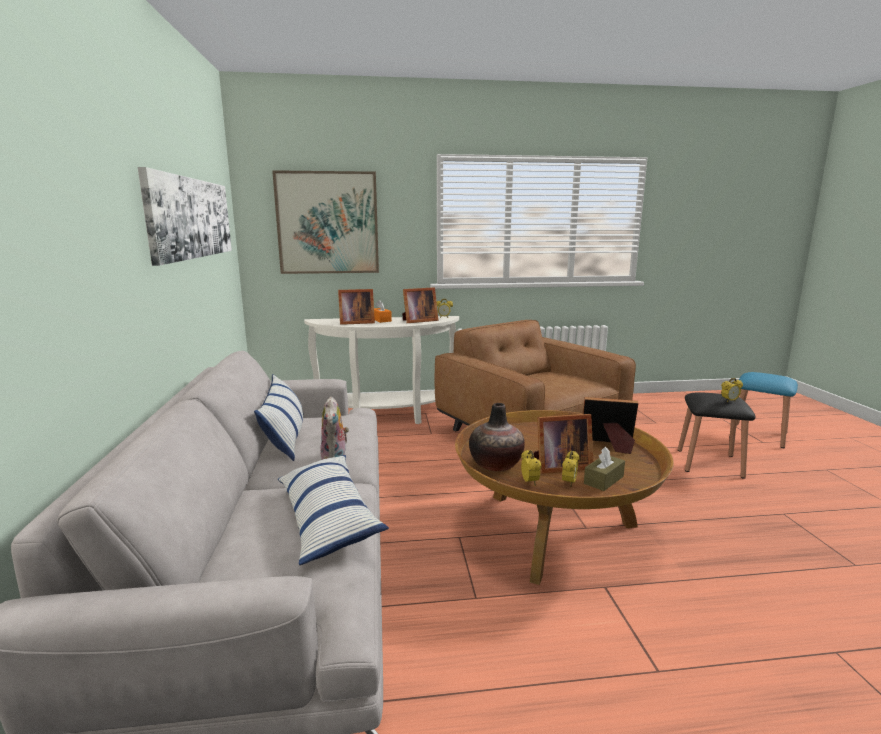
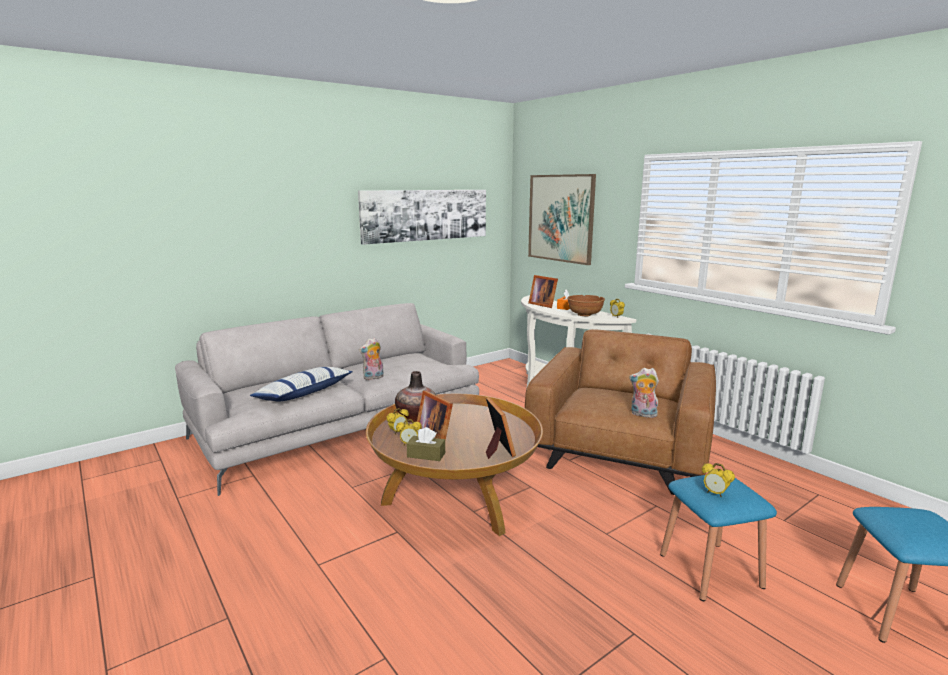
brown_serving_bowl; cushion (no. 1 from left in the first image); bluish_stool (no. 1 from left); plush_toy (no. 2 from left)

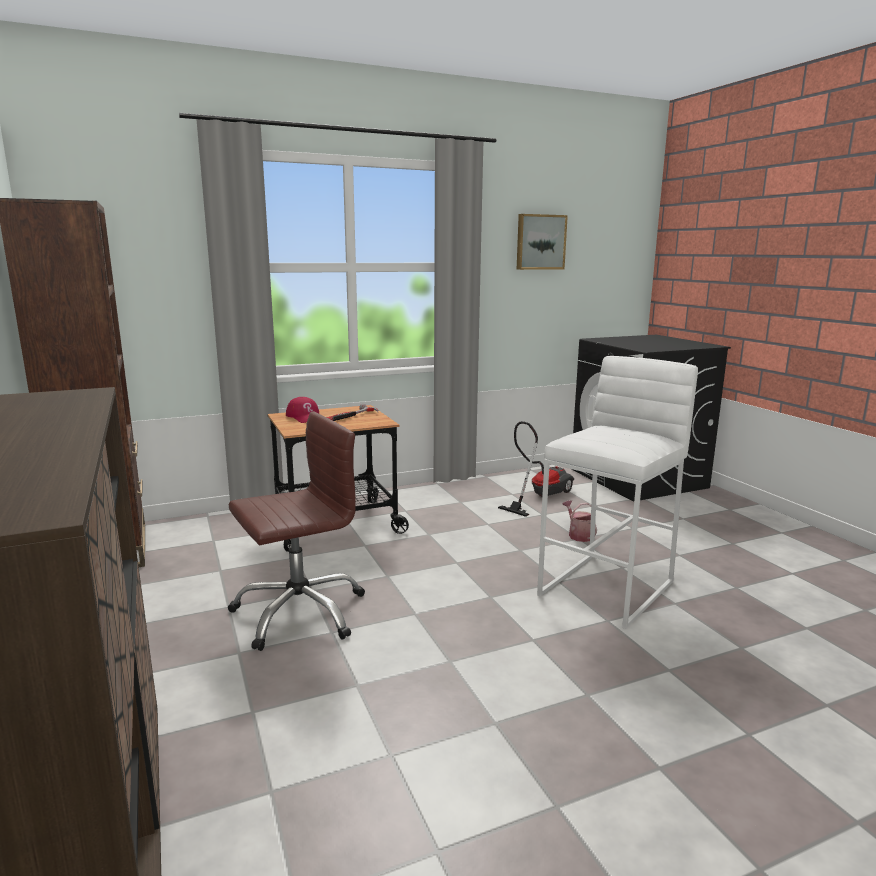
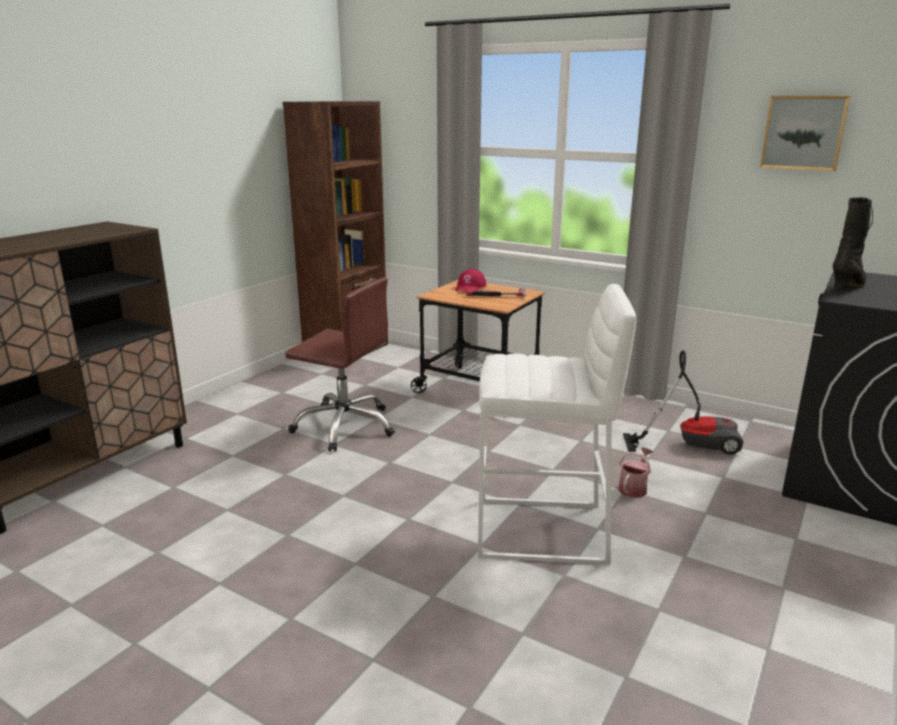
blackish_tall_boot

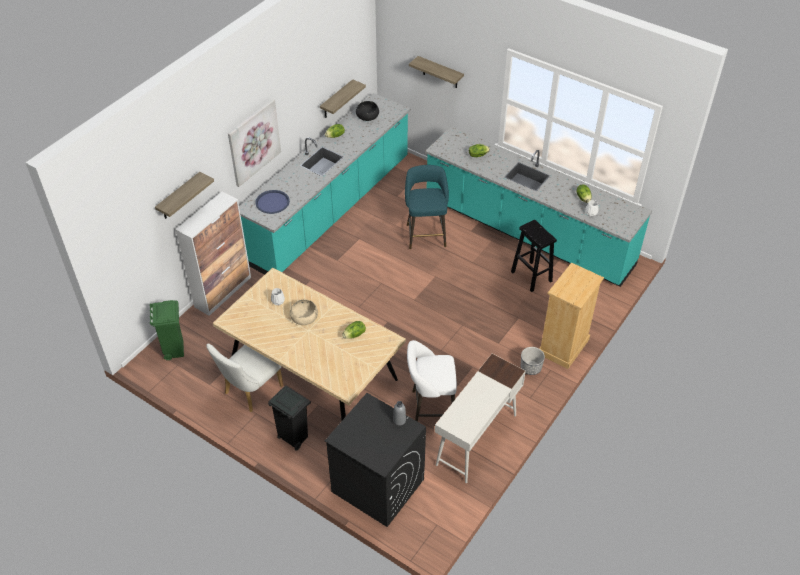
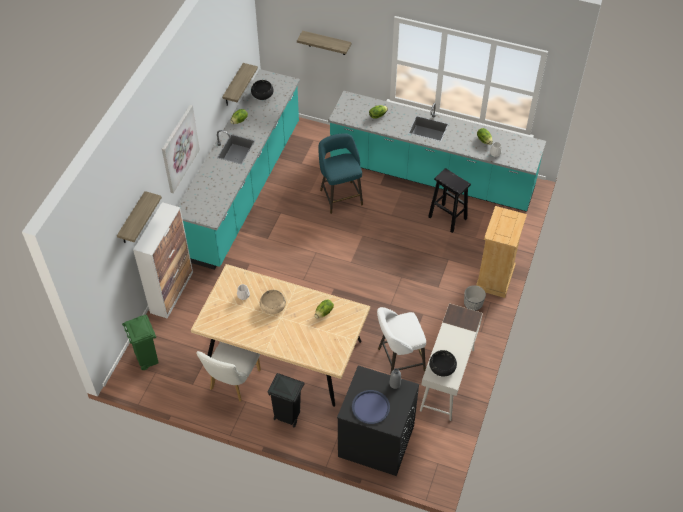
bluish_serving_tray; blackish_serving_bowl (no. 2 from left)

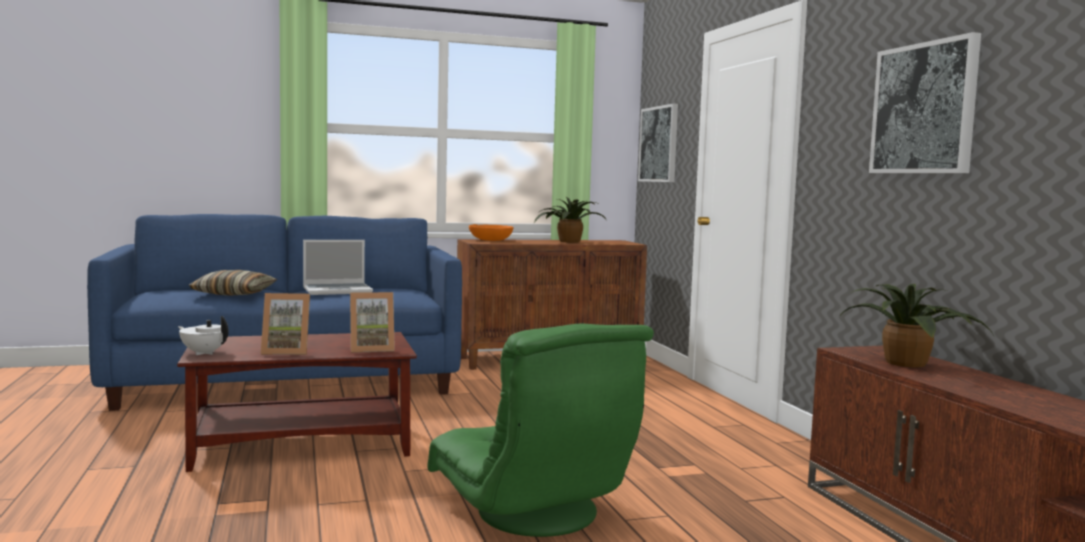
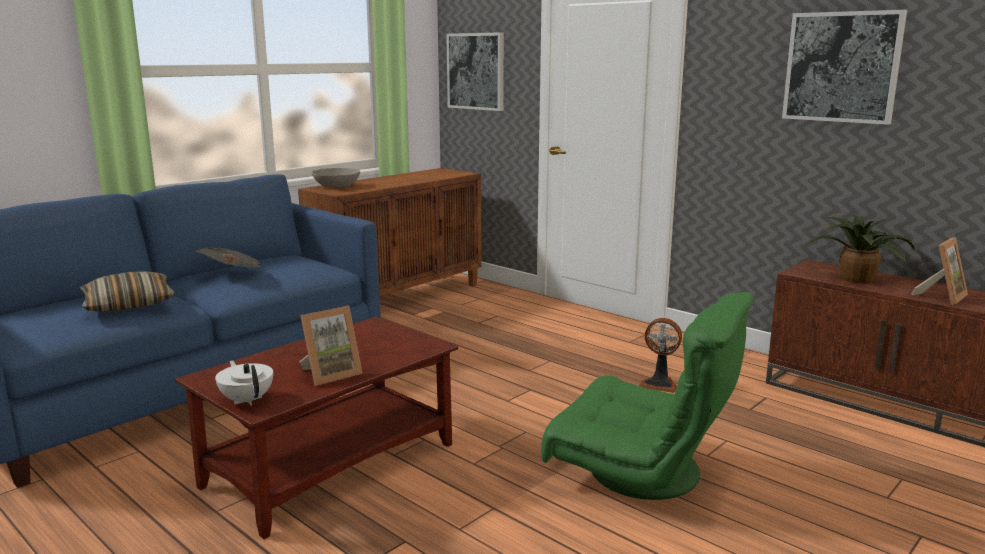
potted_plant (no. 1 from left in the first image); greyish_serving_bowl; printed_paper; standing_frame (no. 2 from left); whitish_tea_pot; cooling_fan

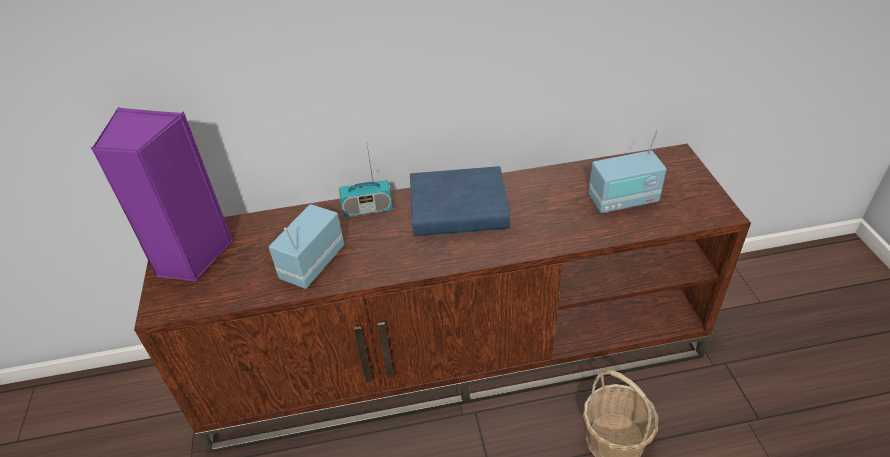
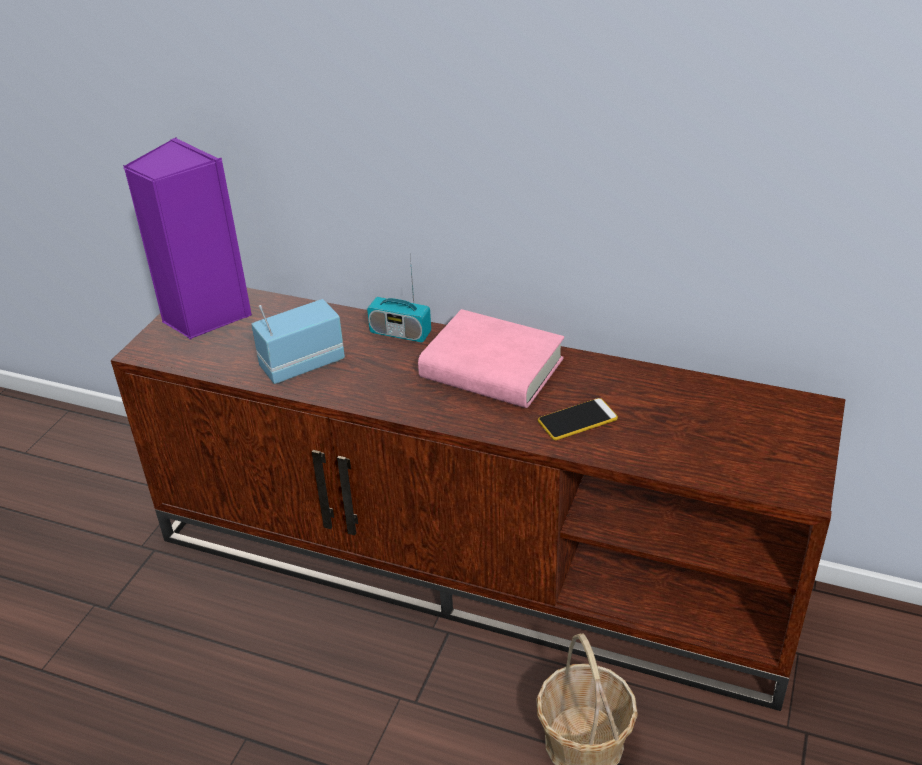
radio_set (no. 3 from left in the first image); pinkish_volume; phone

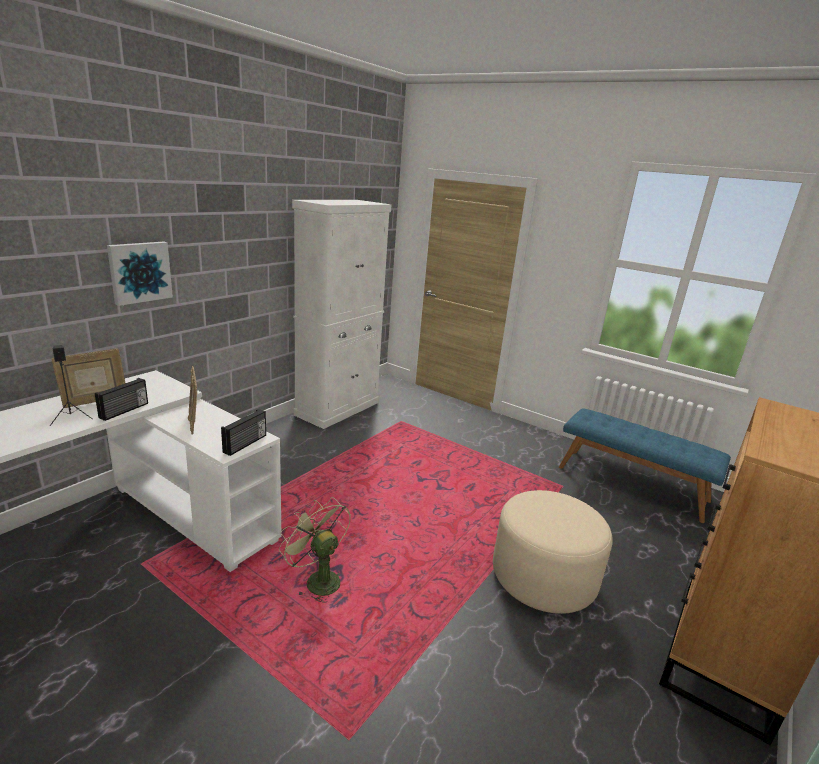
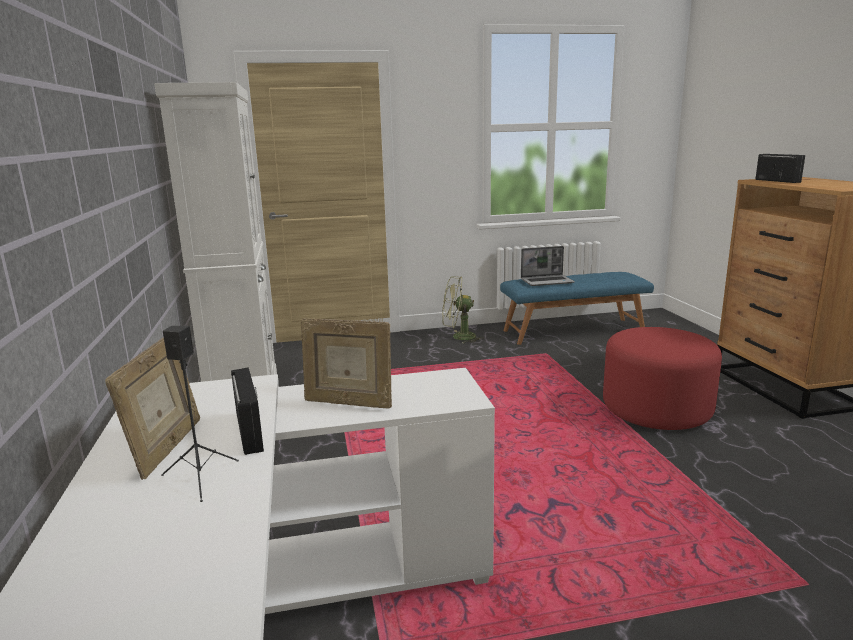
picture; radio_set (no. 2 from left); red_footrest; greenish_cooling_fan; portable_computer

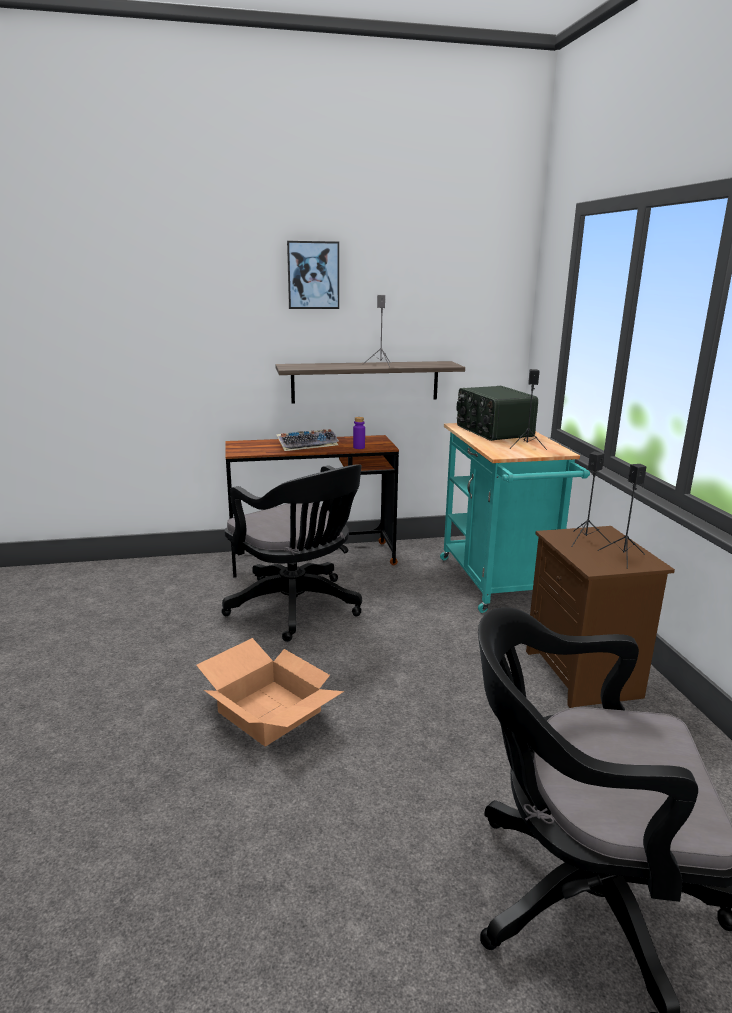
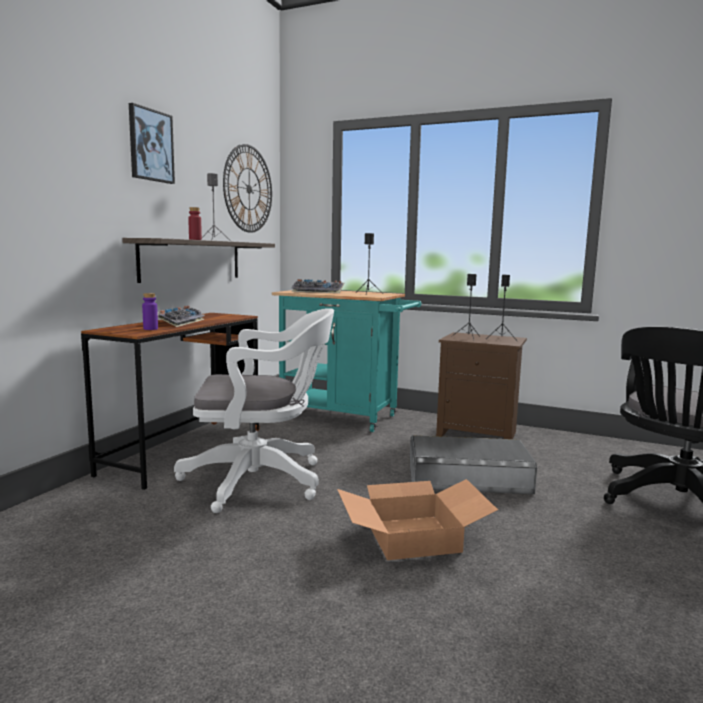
computer_keyboard (no. 2 from left); purple-coloured_drink_bottle; whitish_computer_chair; clock_on_the_wall; red_drink_bottle; greyish_storage_bin

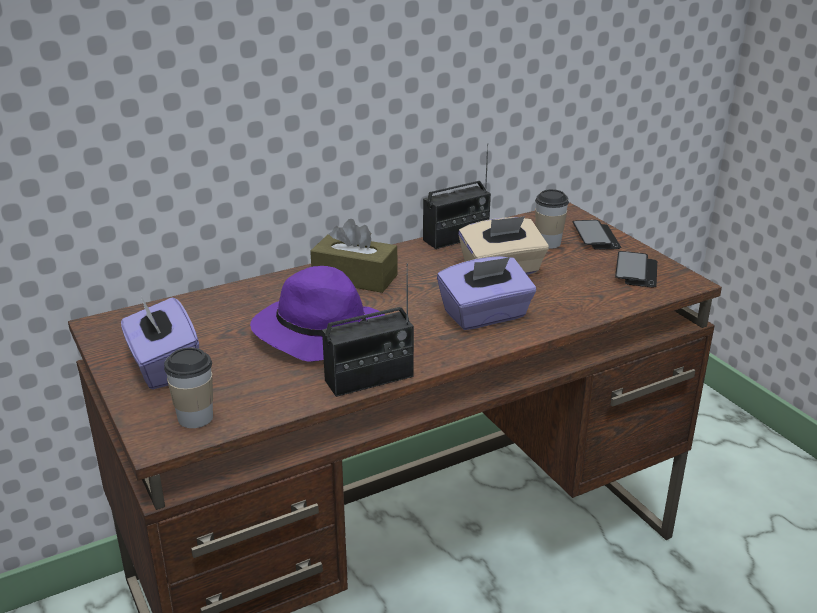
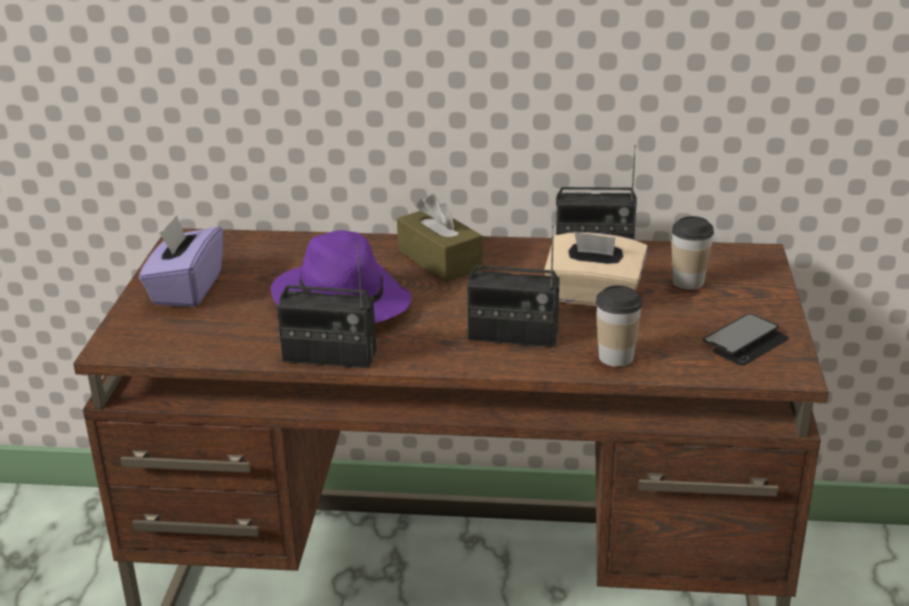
phone (no. 1 from left in the first image); radio_set (no. 2 from left); small_cup (no. 1 from left)

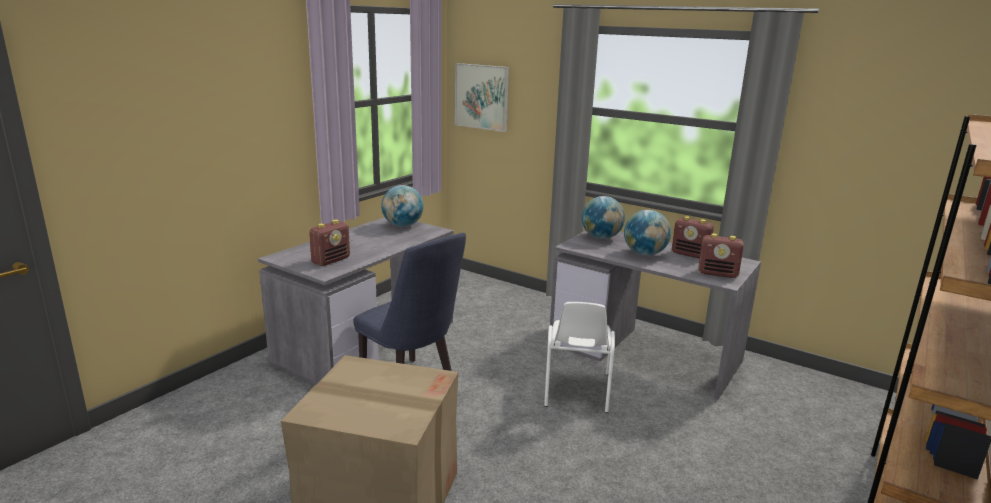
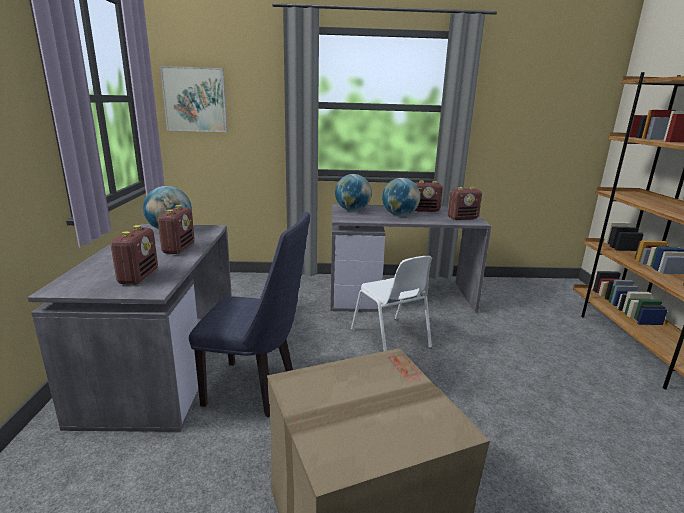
radio_set (no. 2 from left)

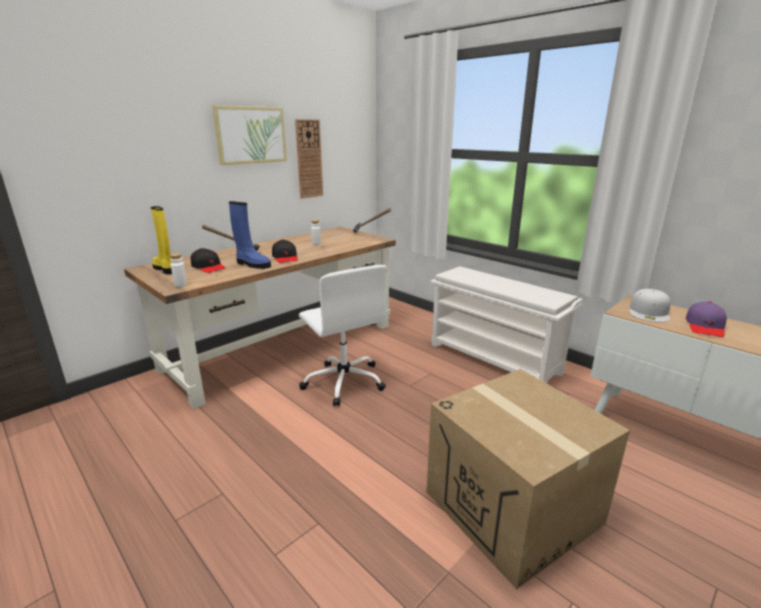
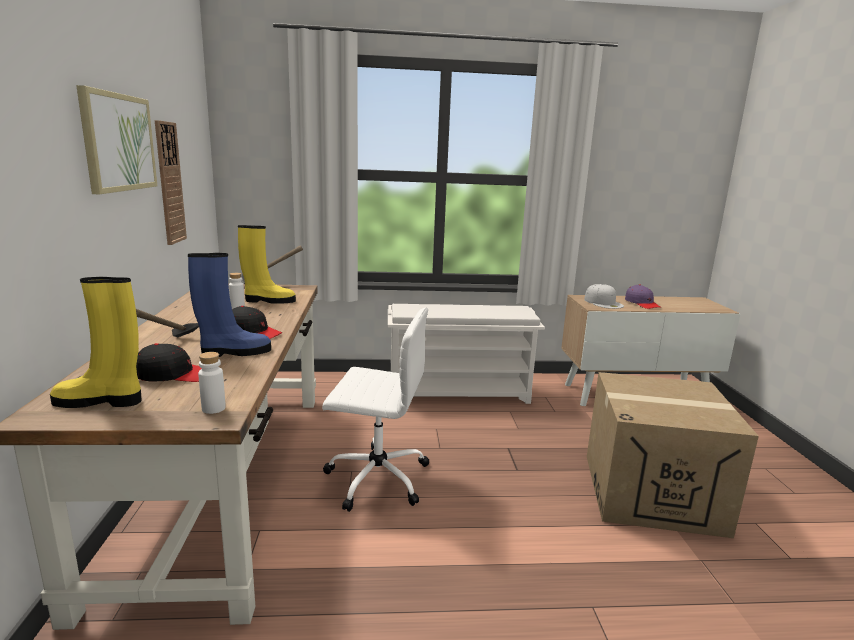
yellow_tall_boot (no. 2 from left)

